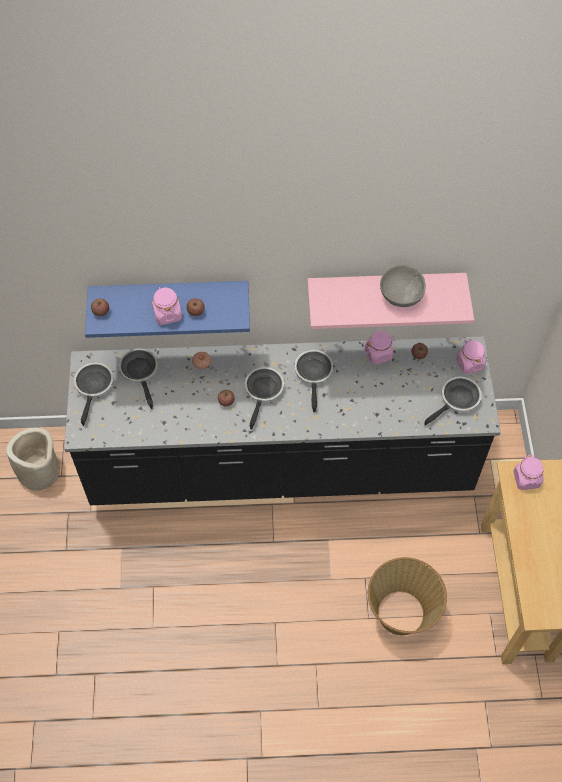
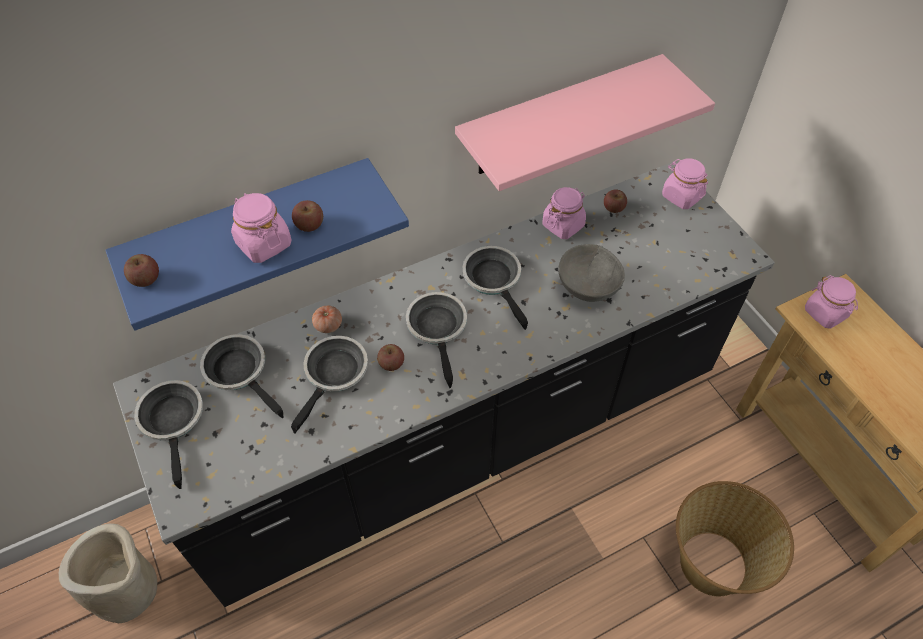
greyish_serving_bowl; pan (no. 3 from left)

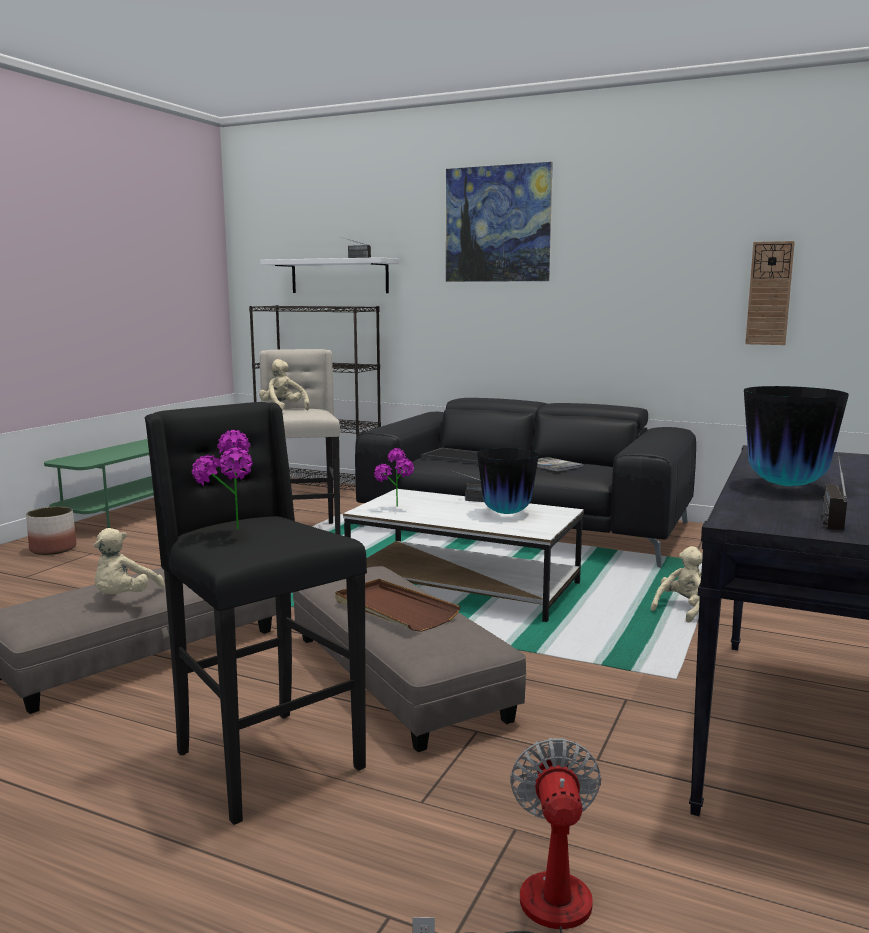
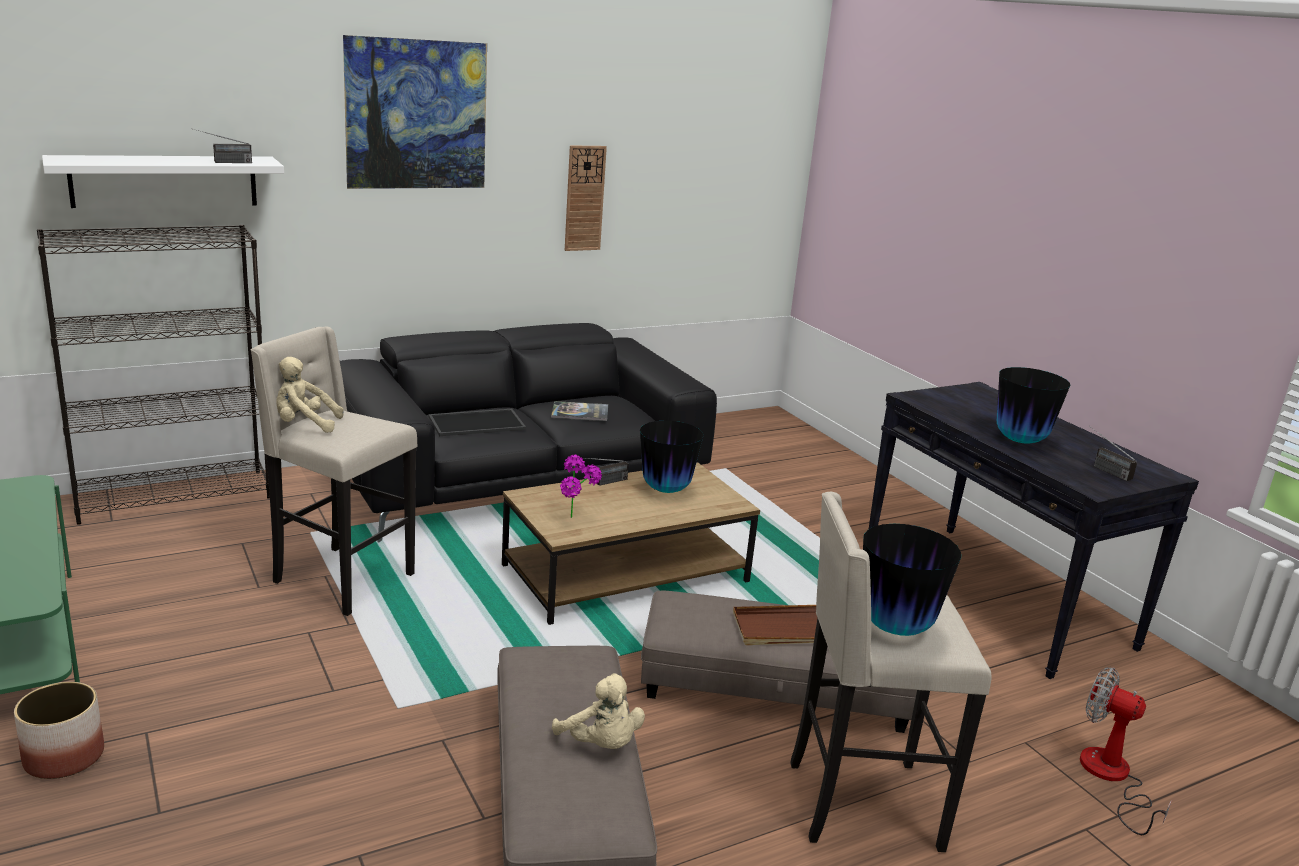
clock_on_the_wall; beige-coloured_stool (no. 2 from left); flower_vase (no. 2 from left); brown_lounge_table; beige-coloured_plush_toy (no. 3 from left in the first image)

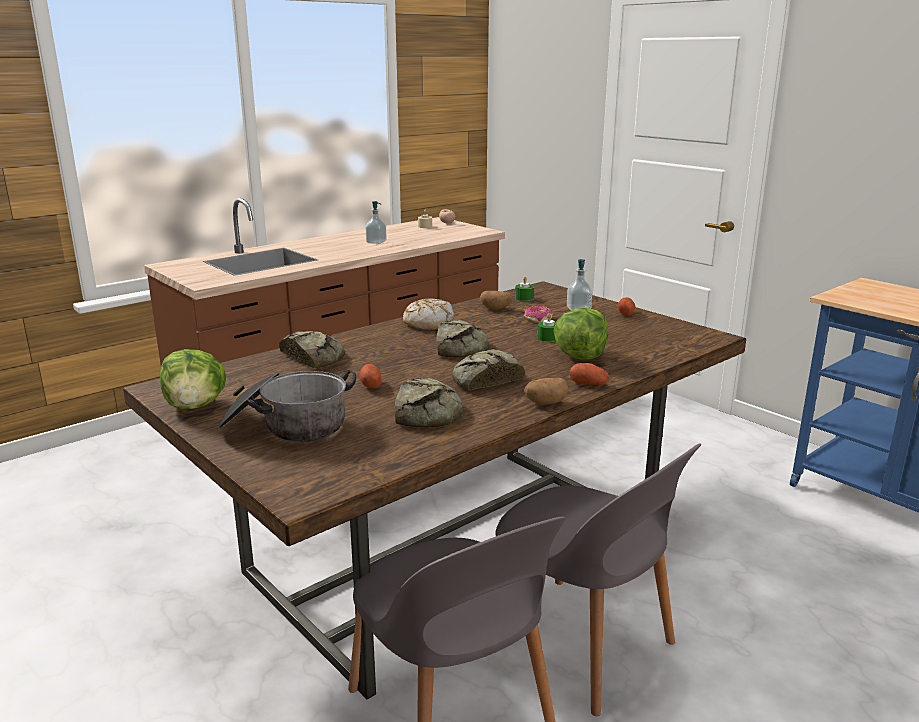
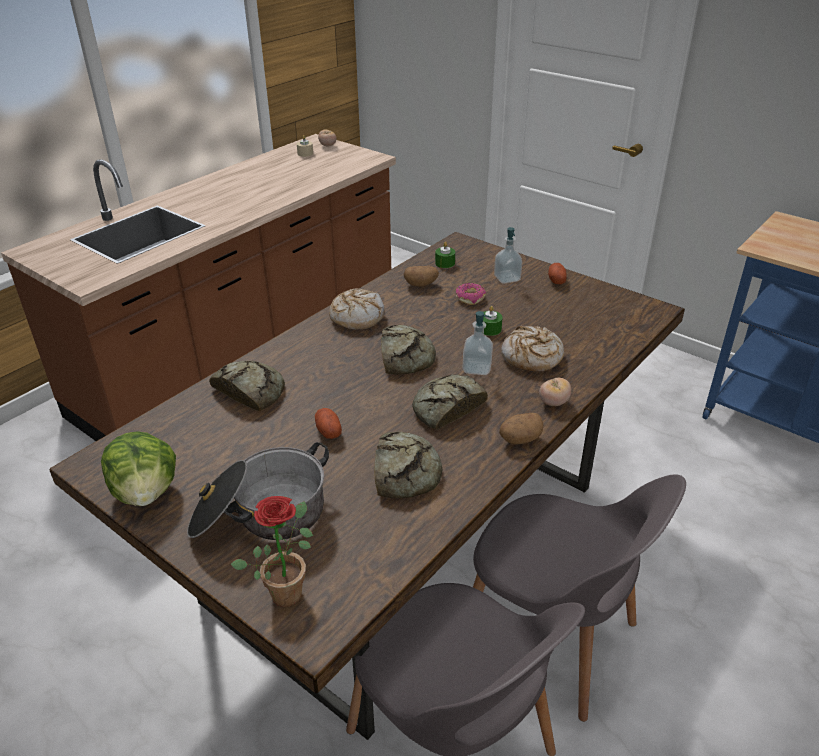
soap_dispenser (no. 1 from left); bread (no. 6 from left); whole_tomato (no. 2 from left); potted_plant

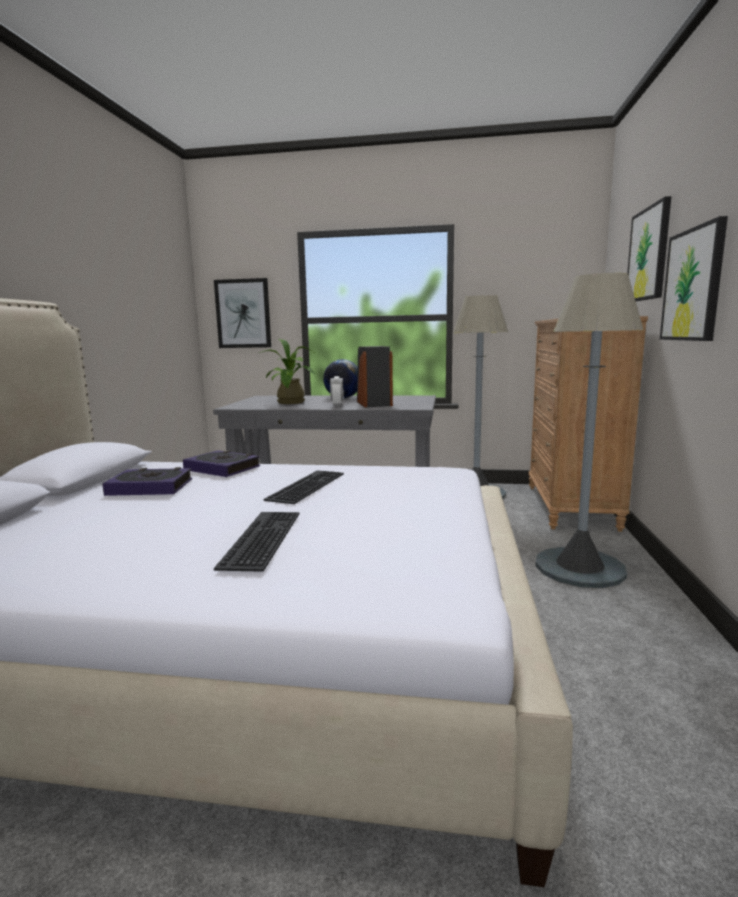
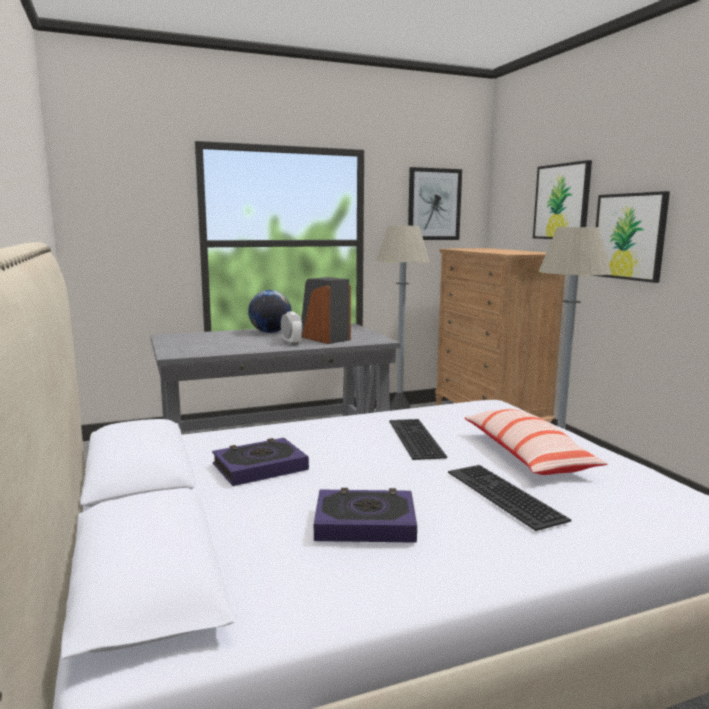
picture (no. 1 from left); potted_plant; volume (no. 2 from left); cushion

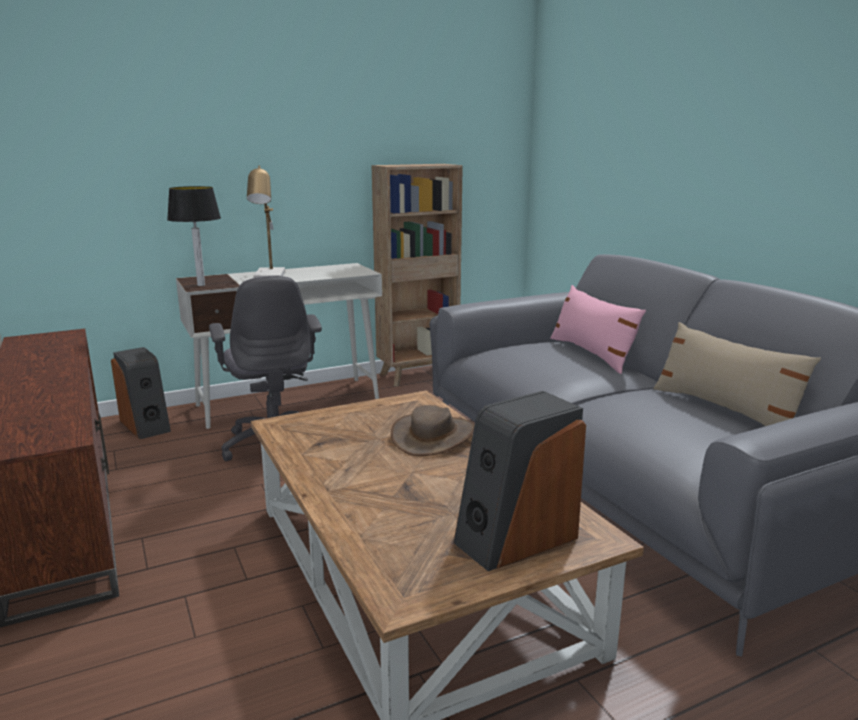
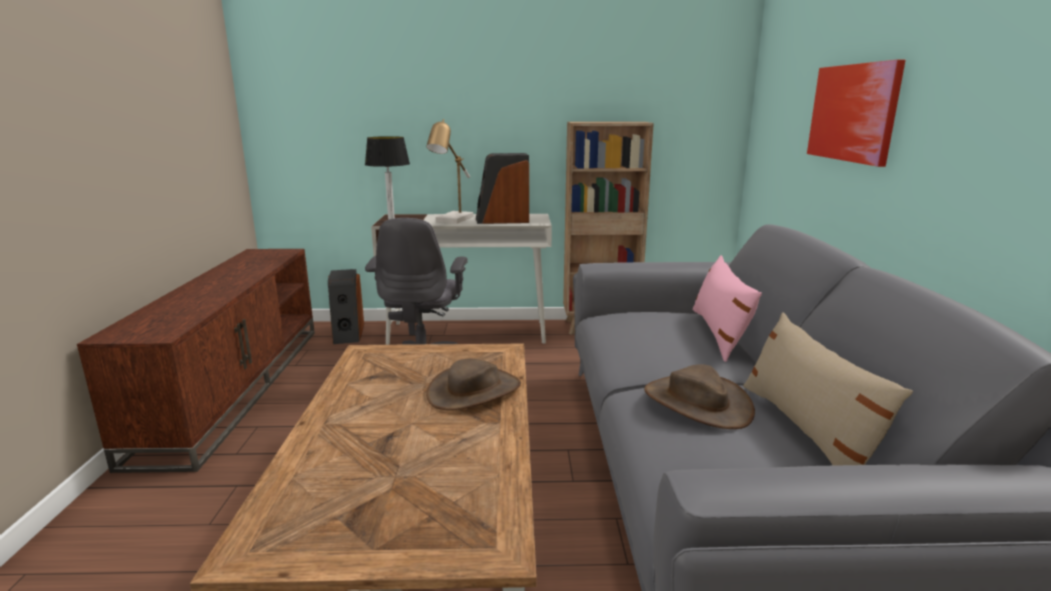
loudspeaker (no. 2 from left); picture; brown_wearable_hat (no. 2 from left)

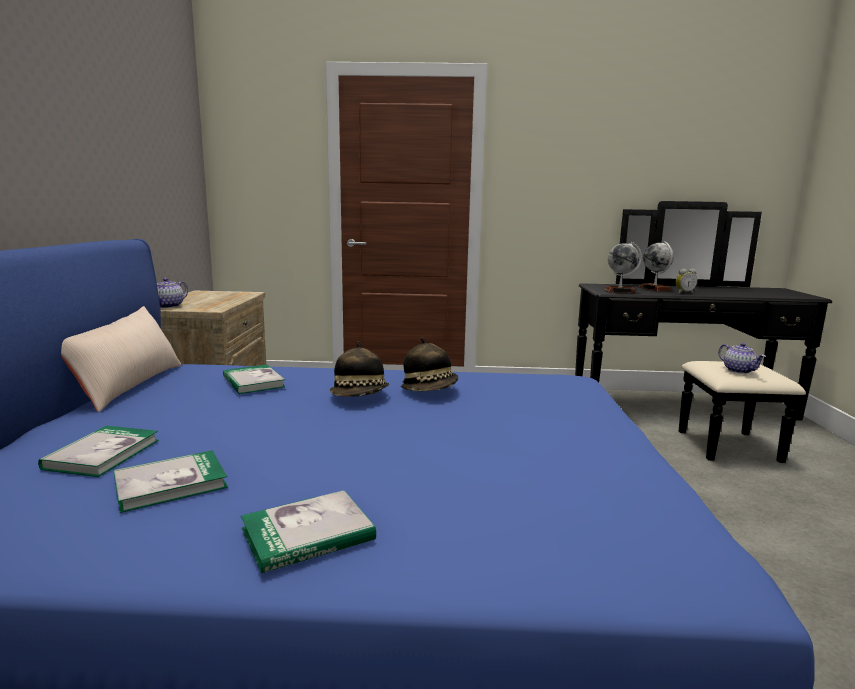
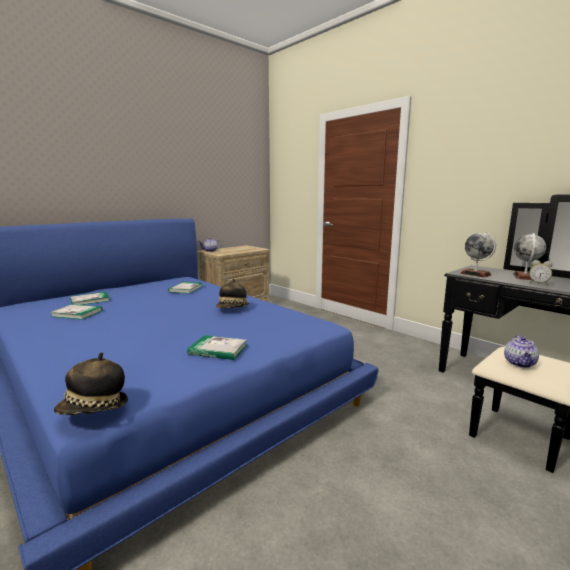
beige-coloured_cushion; wearable_hat (no. 1 from left); volume (no. 4 from left)

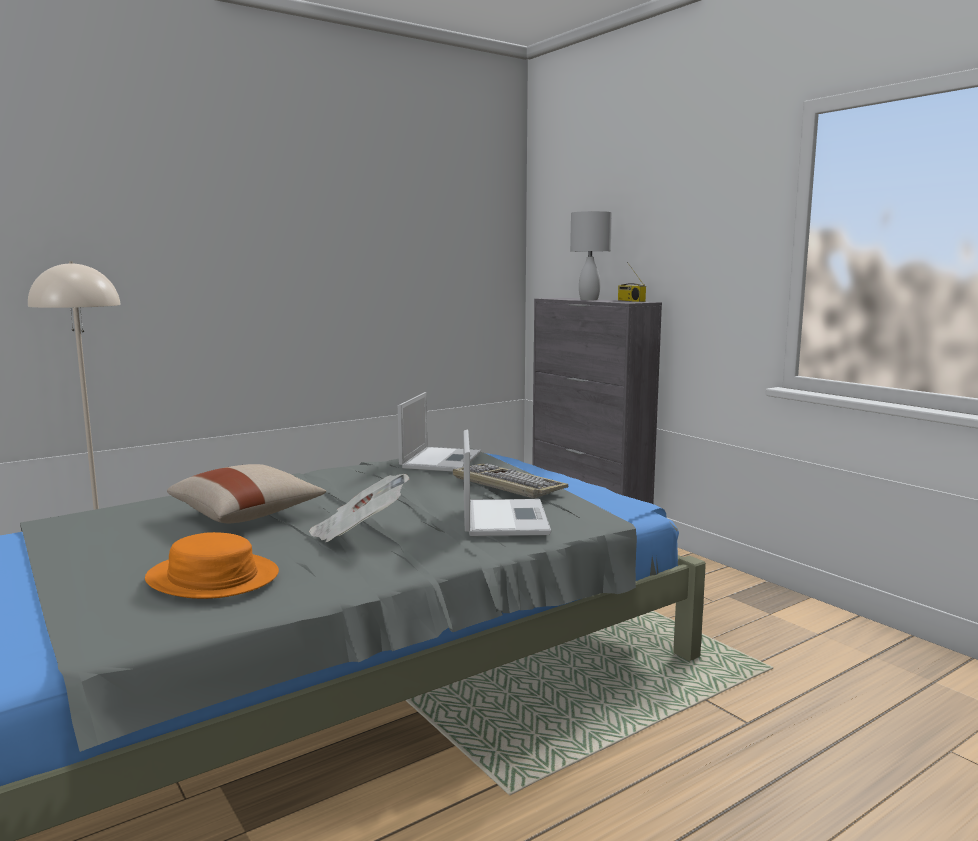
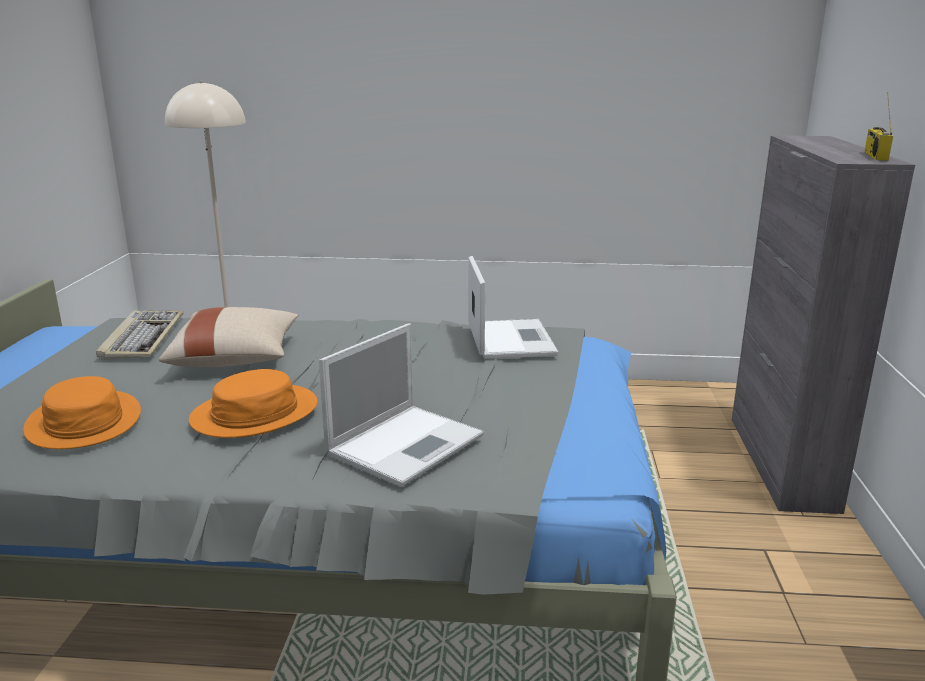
whitish_lamp_for_a_table; portable_computer (no. 2 from left); computer_keyboard; orange-coloured_wearable_hat (no. 2 from left)

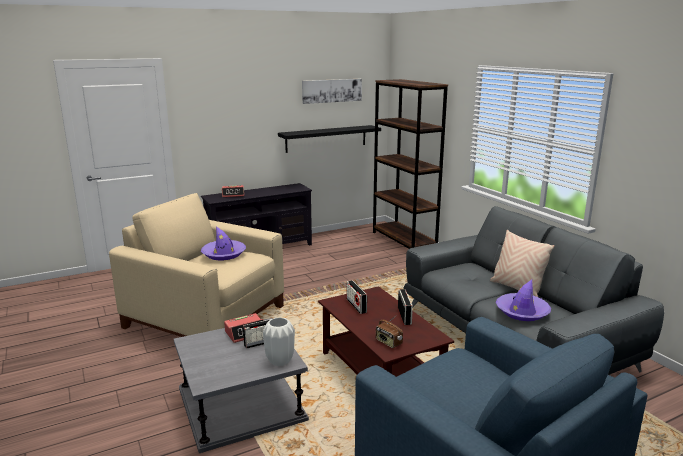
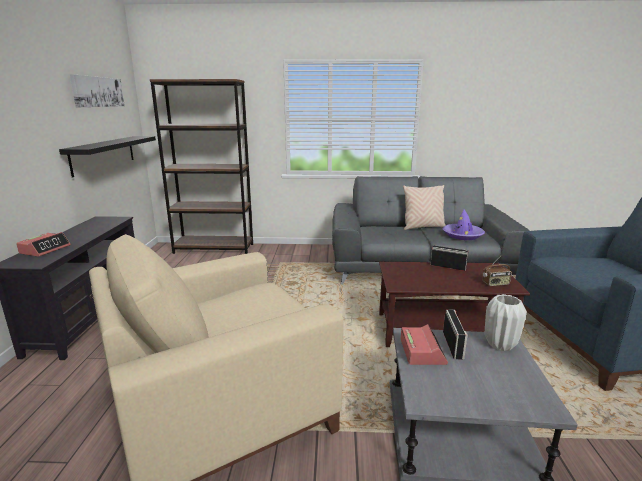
purple-coloured_wearable_hat (no. 1 from left in the first image); radio_set (no. 2 from left in the first image)

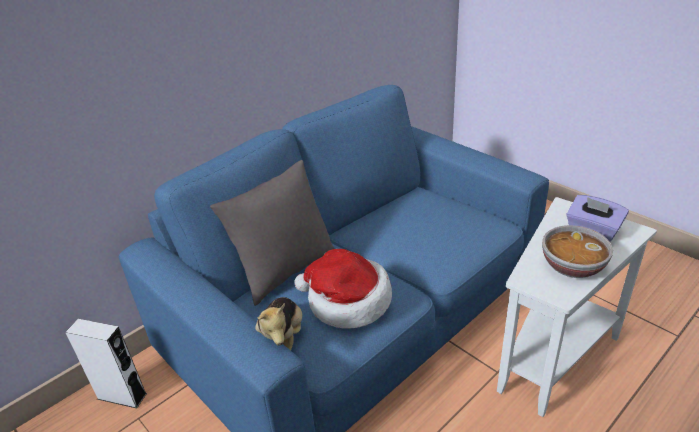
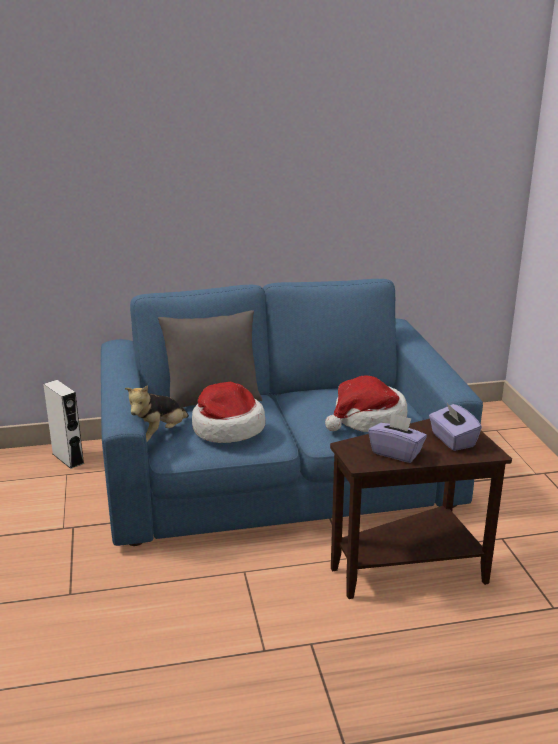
brown_accent_table; purple-coloured_tissue_box (no. 1 from left); wearable_hat (no. 2 from left)

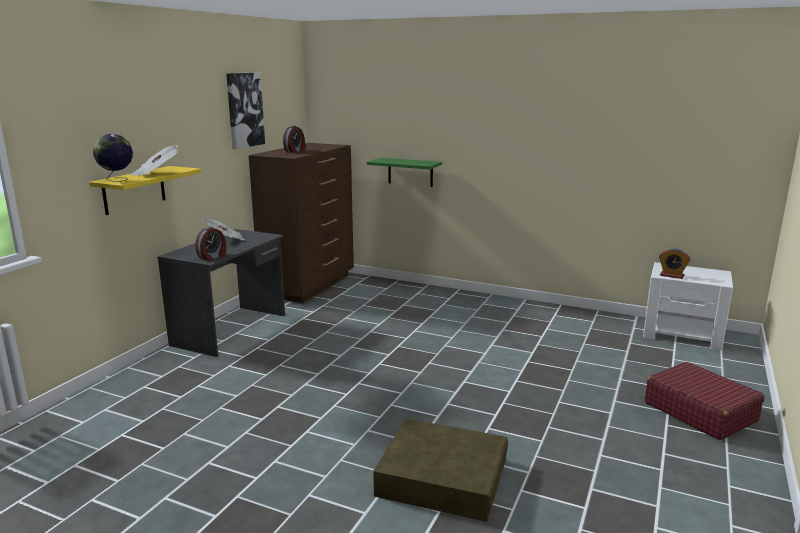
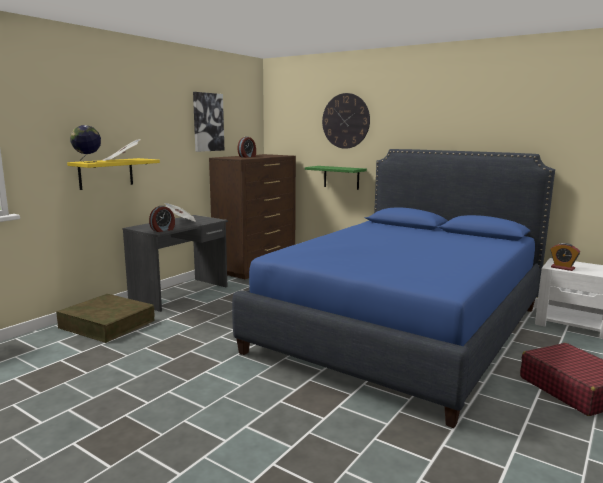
brown_storage_bin; clock_on_the_wall; bluish_bed

